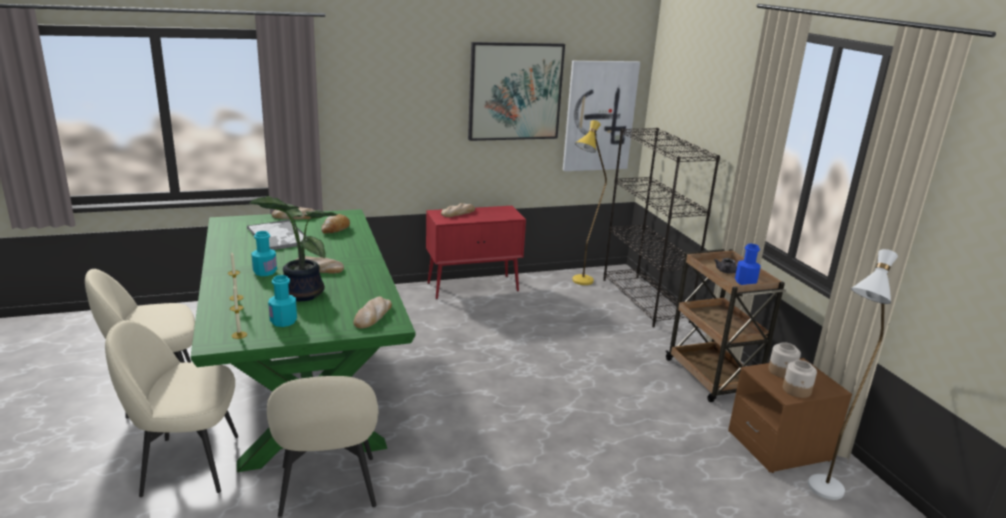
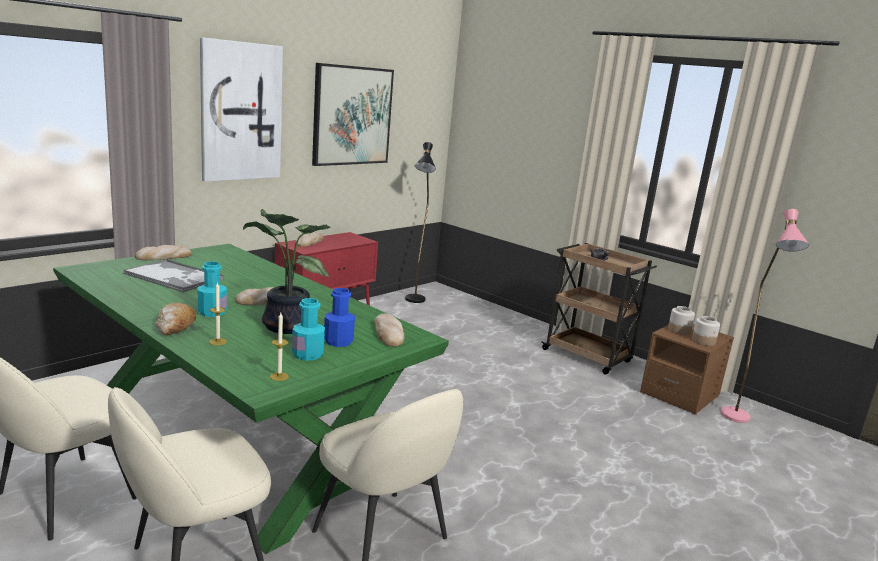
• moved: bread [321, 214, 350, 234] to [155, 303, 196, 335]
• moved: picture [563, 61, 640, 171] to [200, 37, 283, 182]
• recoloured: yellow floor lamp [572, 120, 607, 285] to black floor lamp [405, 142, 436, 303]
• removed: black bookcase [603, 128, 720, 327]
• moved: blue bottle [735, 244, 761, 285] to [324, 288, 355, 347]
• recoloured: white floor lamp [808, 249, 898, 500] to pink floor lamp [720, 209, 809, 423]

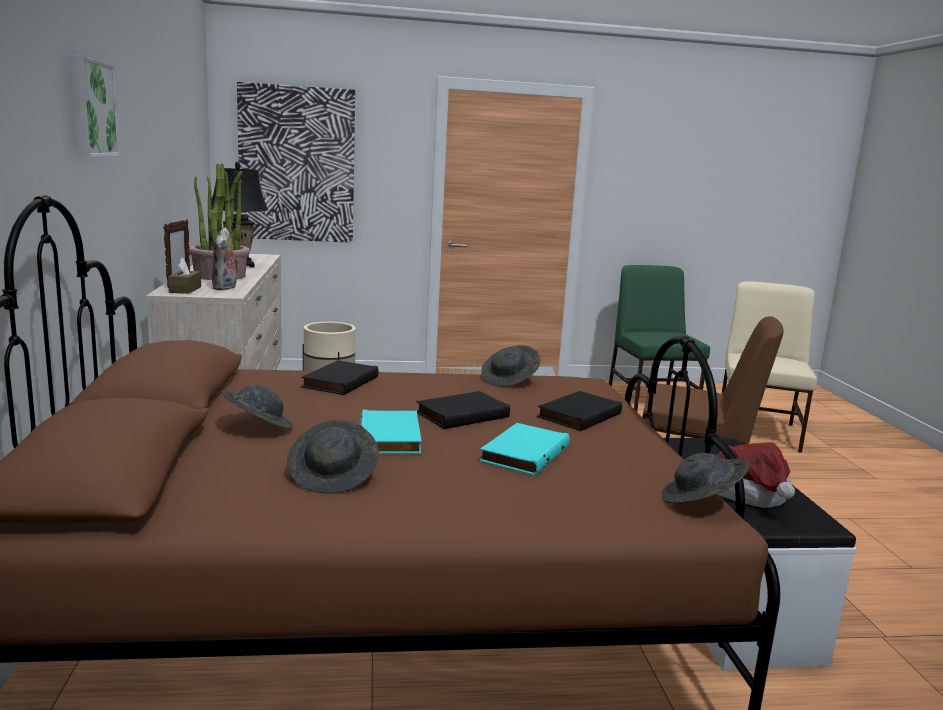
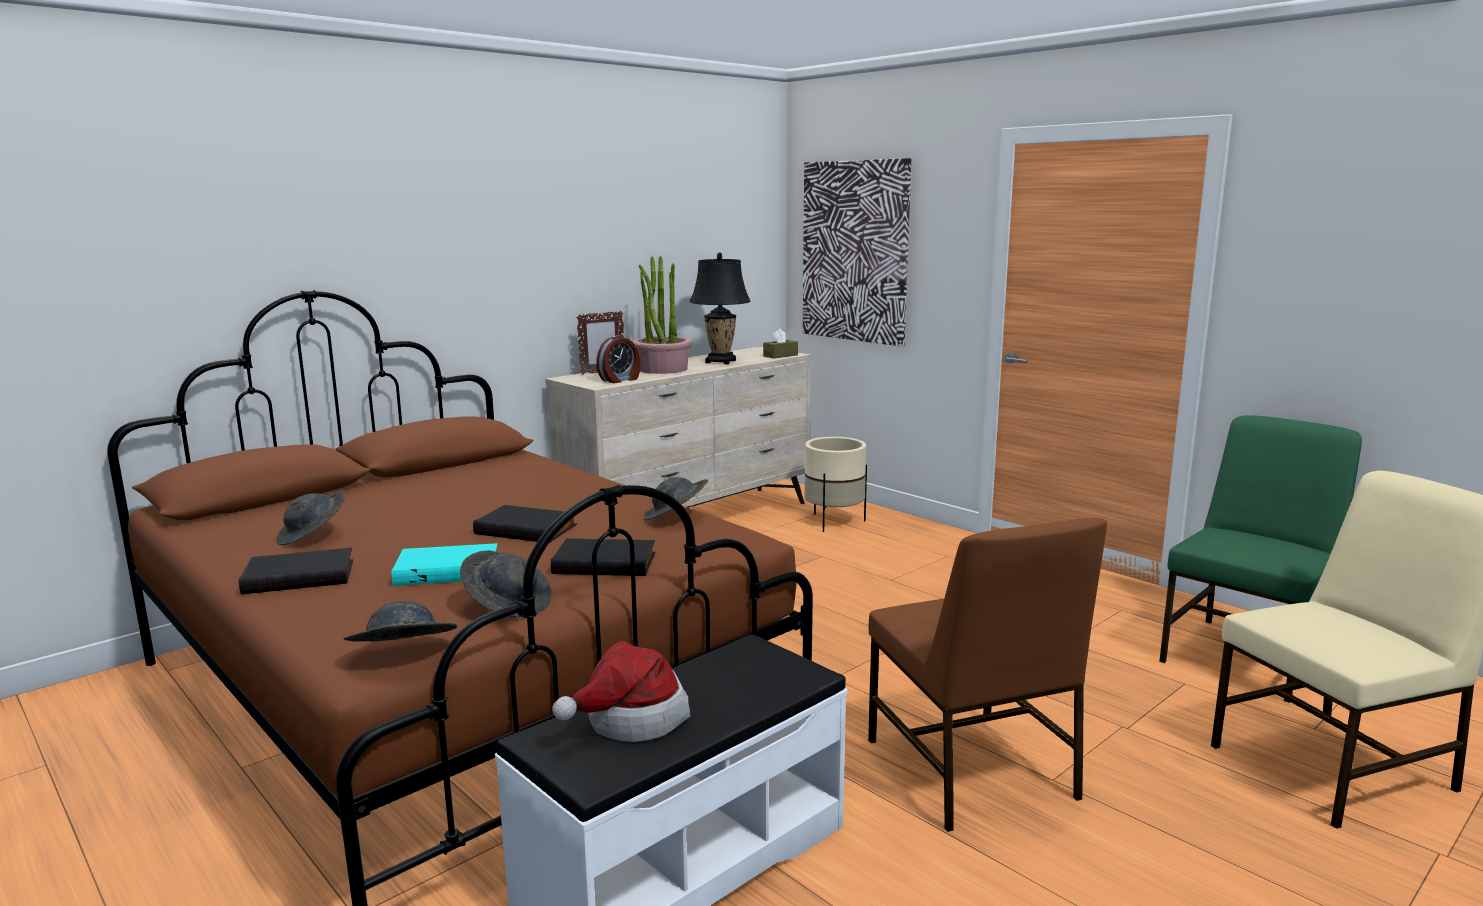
• removed: picture [70, 55, 120, 157]
• moved: brown tissue box [168, 258, 201, 294] to [763, 329, 798, 359]
• replaced: plush toy [212, 228, 240, 290] to alarm clock [596, 335, 640, 383]
• moved: grey hat [222, 385, 294, 429] to [460, 550, 552, 617]
• moved: black book [301, 360, 379, 395] to [239, 547, 353, 594]
• removed: turquoise book [360, 410, 421, 454]

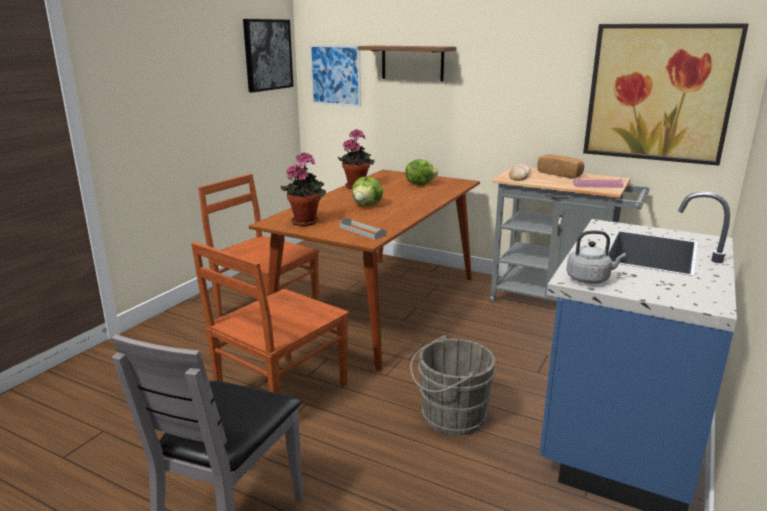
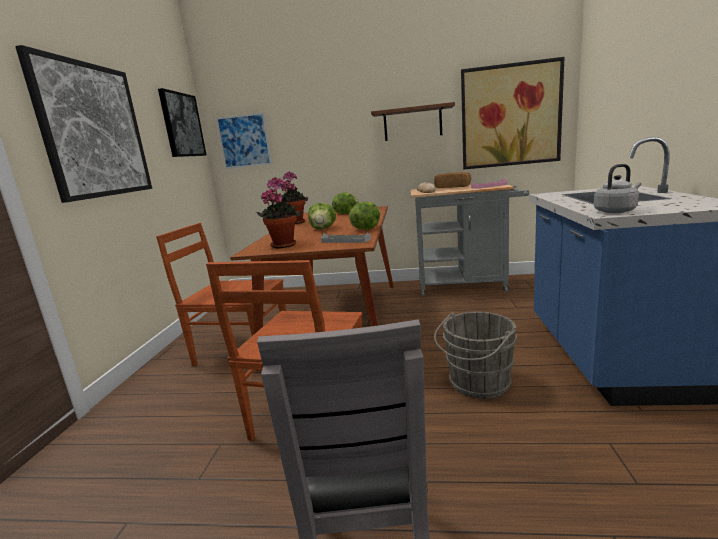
• moved: brown shelf [358, 45, 456, 82] to [371, 102, 455, 141]
• added: picture [15, 45, 152, 203]
• added: lettuce [349, 202, 381, 230]

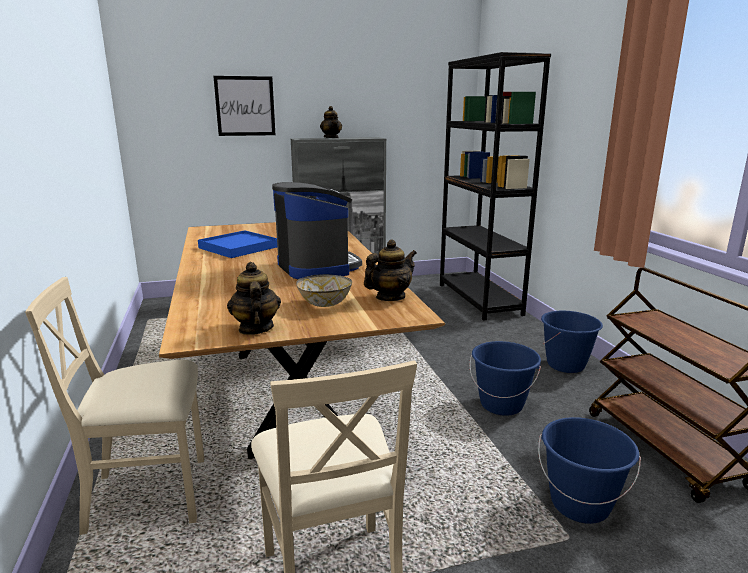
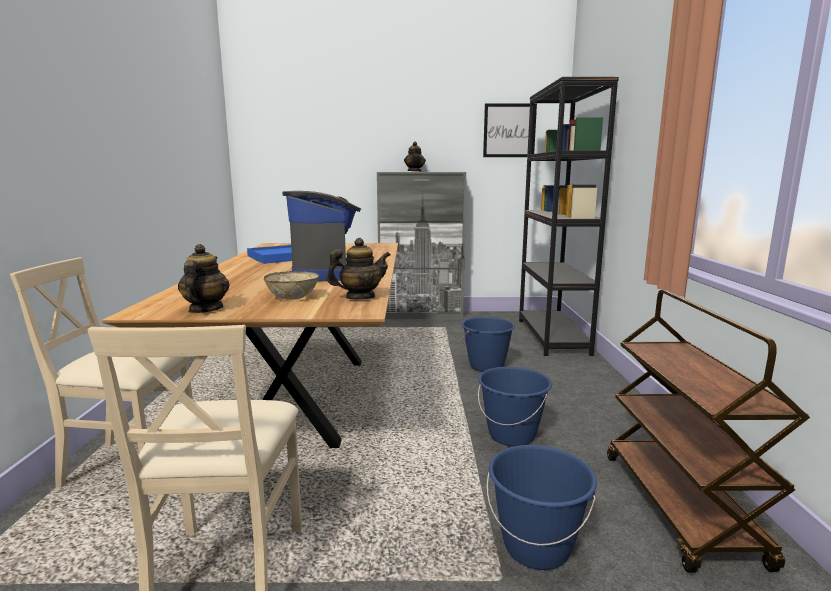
• moved: picture [213, 76, 276, 136] to [483, 103, 537, 157]
• moved: blue bucket [541, 311, 603, 373] to [462, 317, 515, 372]

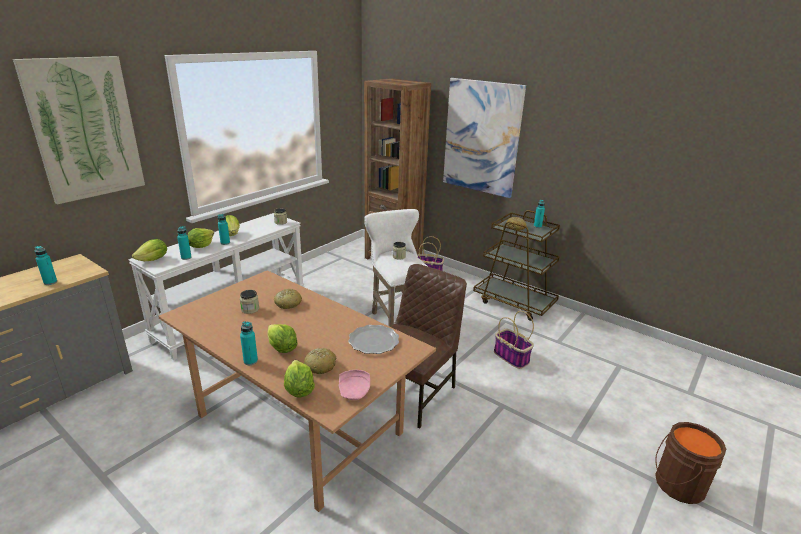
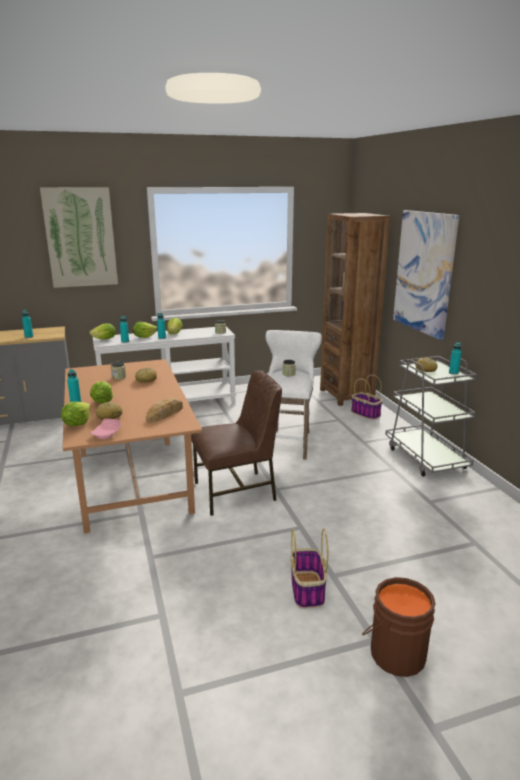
• replaced: plate [348, 325, 399, 354] to bread [146, 398, 183, 423]
• recoloured: brown cart [473, 210, 560, 321] to grey cart [385, 356, 477, 477]
• moved: basket [494, 311, 534, 369] to [290, 528, 328, 609]

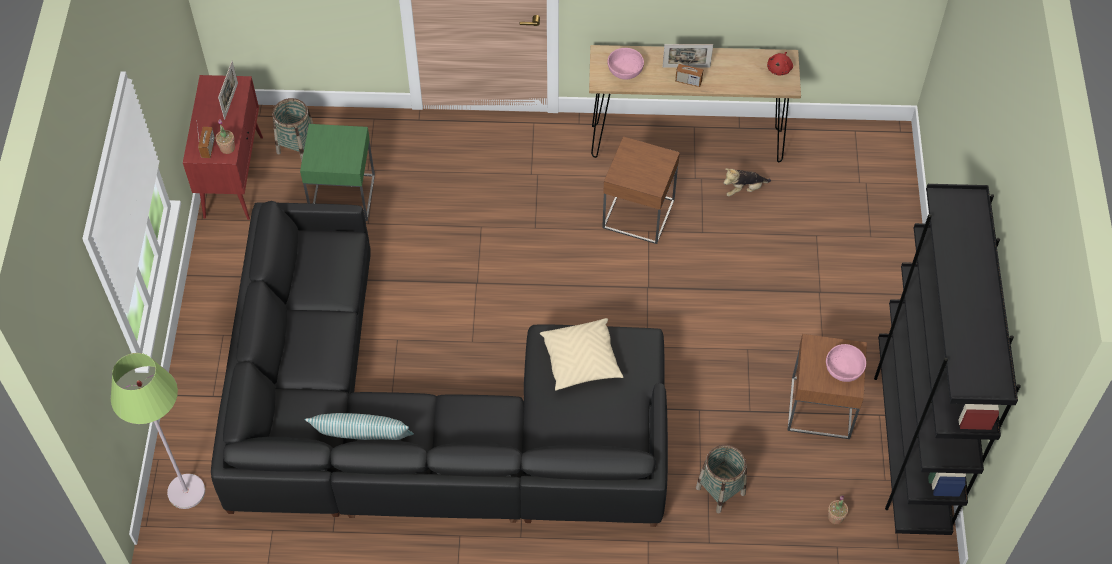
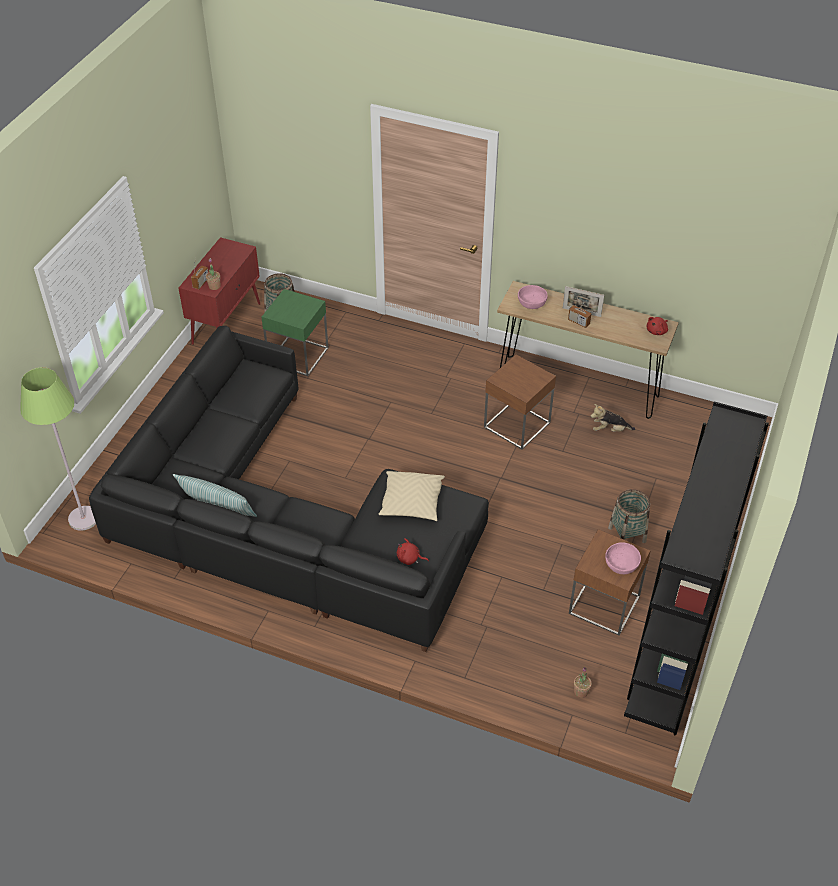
• removed: picture frame [218, 61, 238, 119]
• moved: basket [696, 445, 747, 514] to [608, 489, 650, 543]
• added: red plush toy [397, 538, 429, 565]

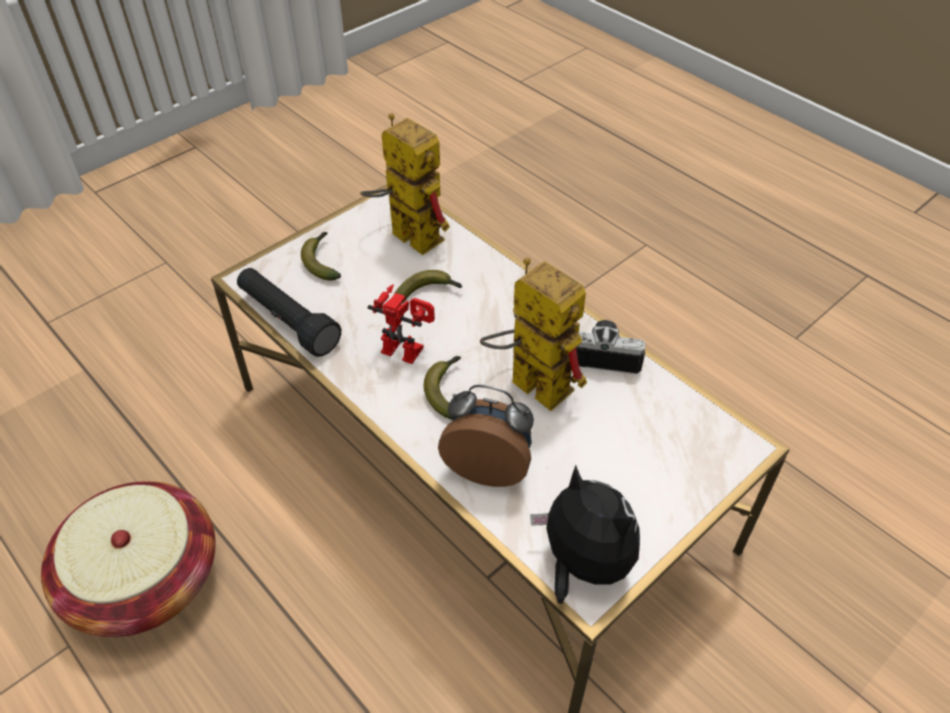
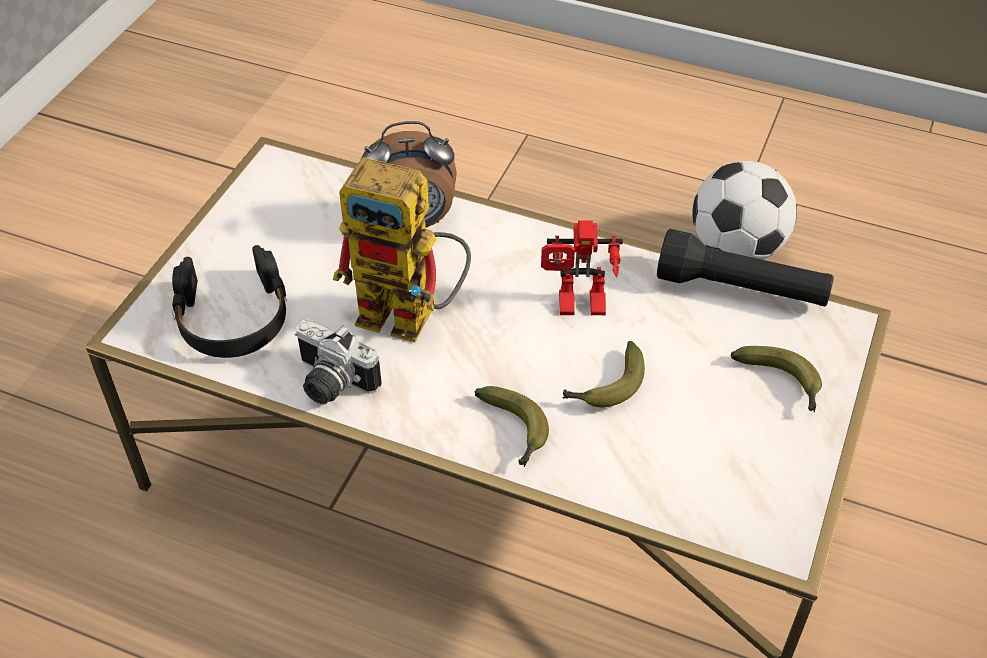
• replaced: basket [41, 481, 216, 637] to football [692, 161, 797, 260]
• removed: toy robot [360, 113, 450, 255]
• moved: banana [424, 356, 461, 420] to [474, 386, 549, 467]
• removed: plush toy [530, 465, 640, 604]
• turned: photo camera [576, 320, 645, 374] = [295, 319, 382, 404] 45 degrees clockwise
• added: black headphones [172, 245, 287, 358]

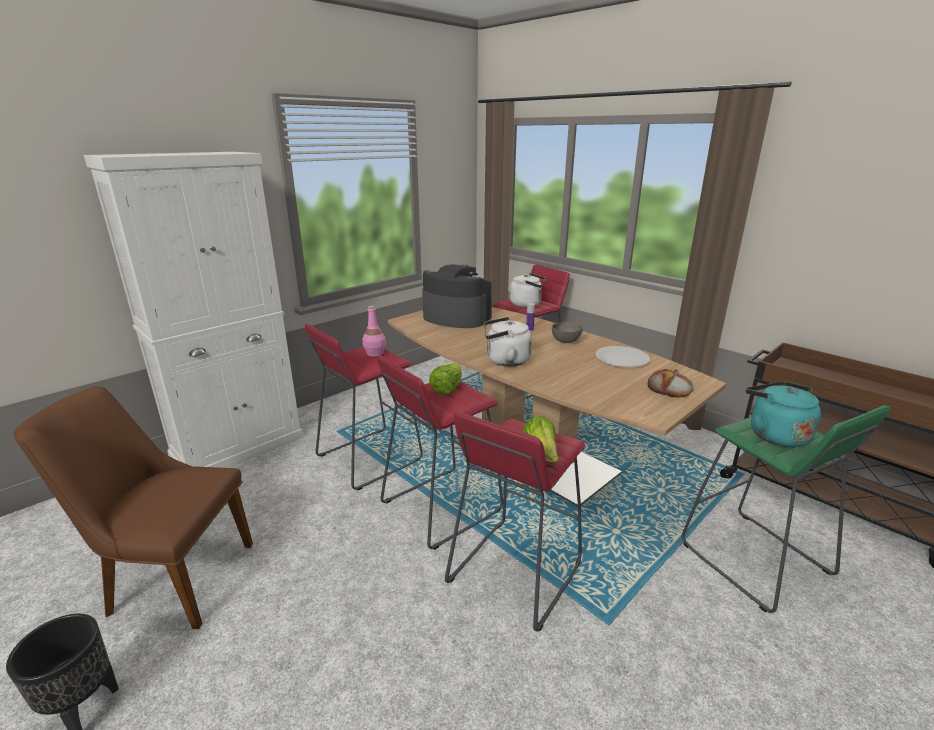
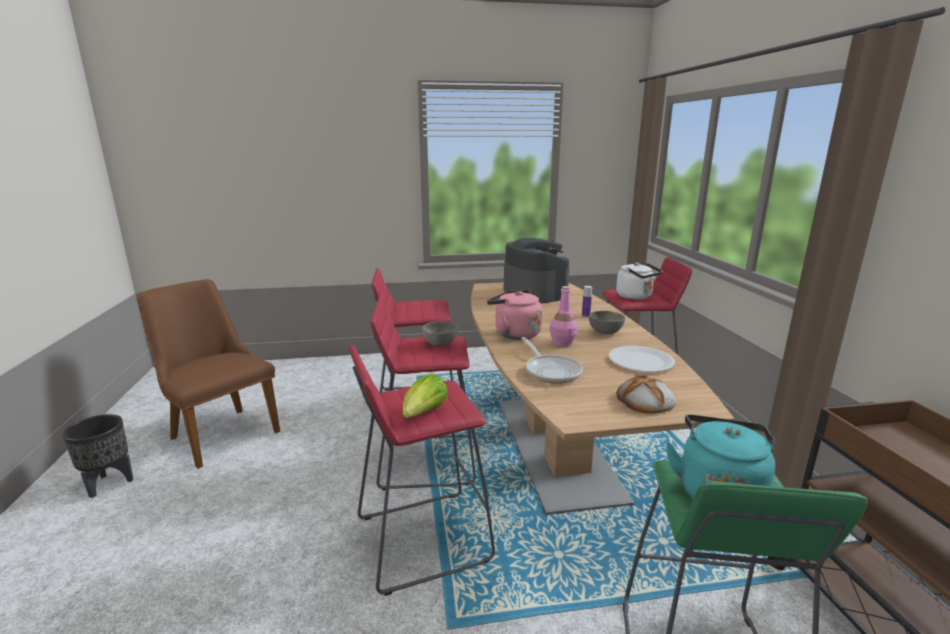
• removed: white cabinet [84, 152, 303, 468]
• moved: pink bottle [362, 306, 386, 357] to [549, 286, 578, 347]
• replaced: lettuce [429, 363, 462, 394] to grey bowl [422, 321, 458, 346]
• recoloured: white kettle [484, 317, 532, 367] to pink kettle [487, 289, 542, 340]
• added: frying pan [521, 337, 583, 384]

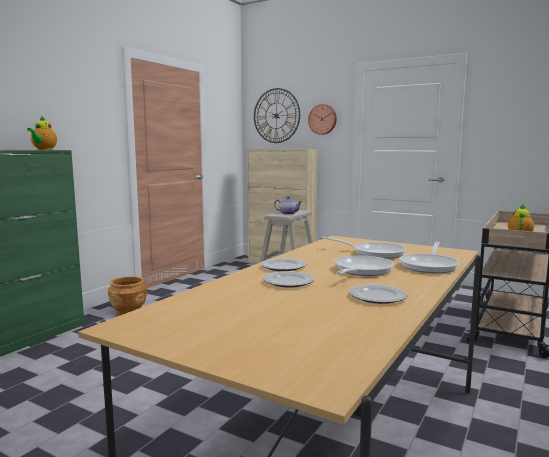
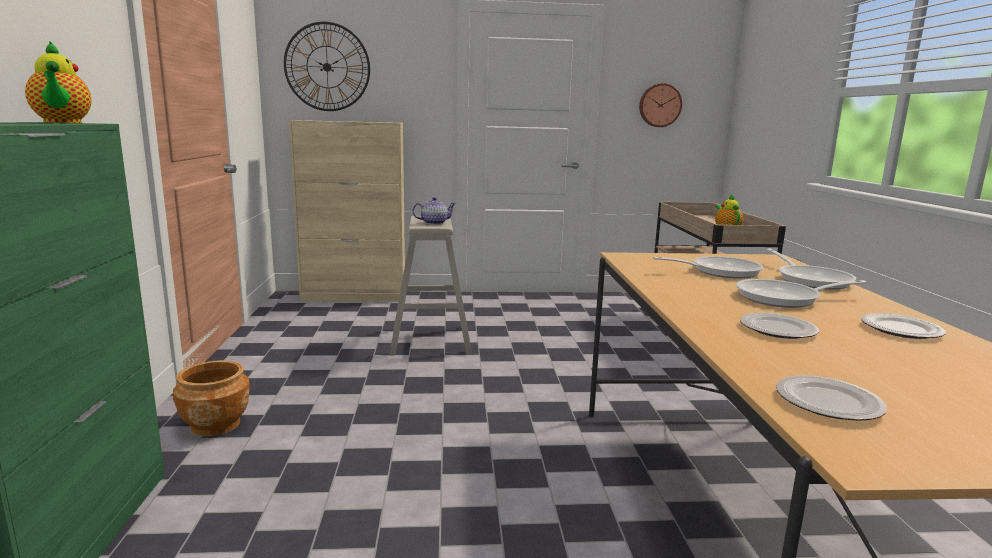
• moved: plate [261, 258, 306, 271] to [776, 375, 887, 421]
• moved: wall clock [308, 104, 337, 135] to [639, 83, 682, 127]
• turned: frying pan [335, 256, 395, 276] = [736, 279, 867, 308] 90 degrees counterclockwise

